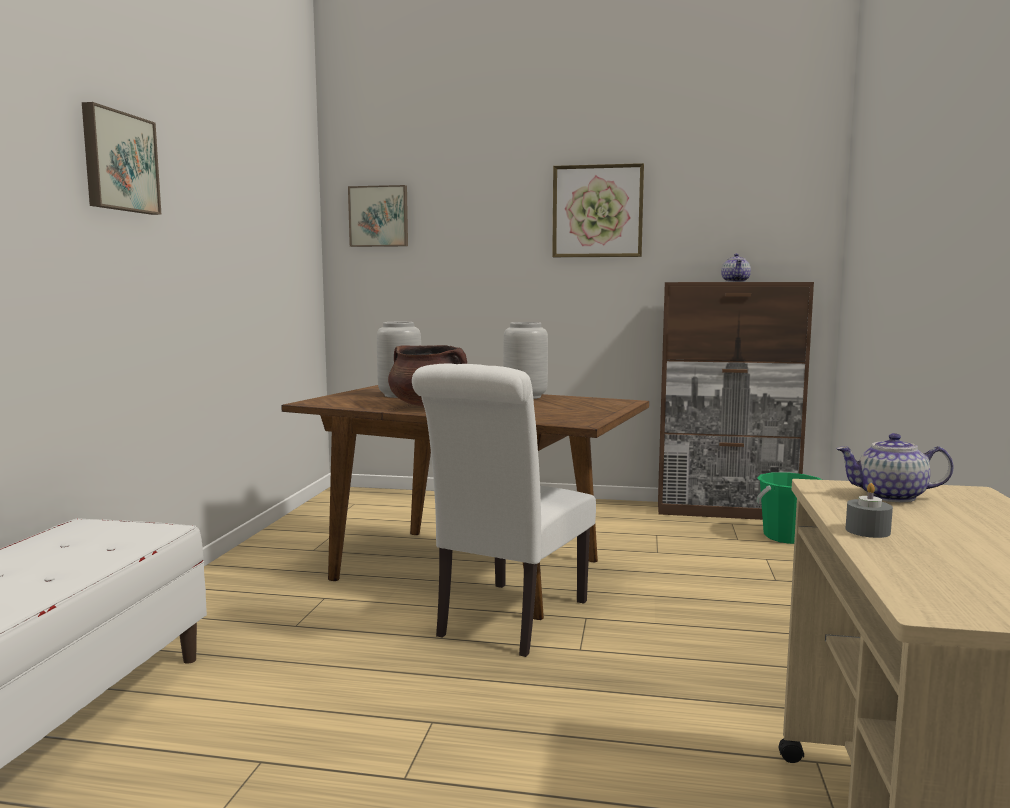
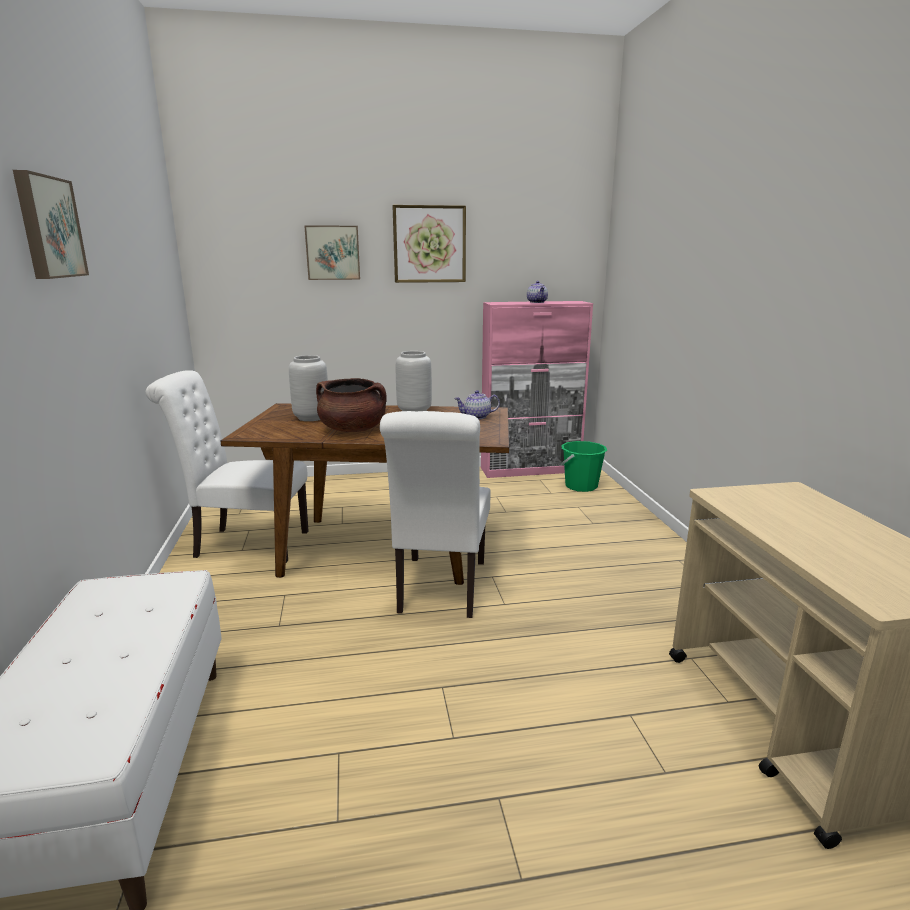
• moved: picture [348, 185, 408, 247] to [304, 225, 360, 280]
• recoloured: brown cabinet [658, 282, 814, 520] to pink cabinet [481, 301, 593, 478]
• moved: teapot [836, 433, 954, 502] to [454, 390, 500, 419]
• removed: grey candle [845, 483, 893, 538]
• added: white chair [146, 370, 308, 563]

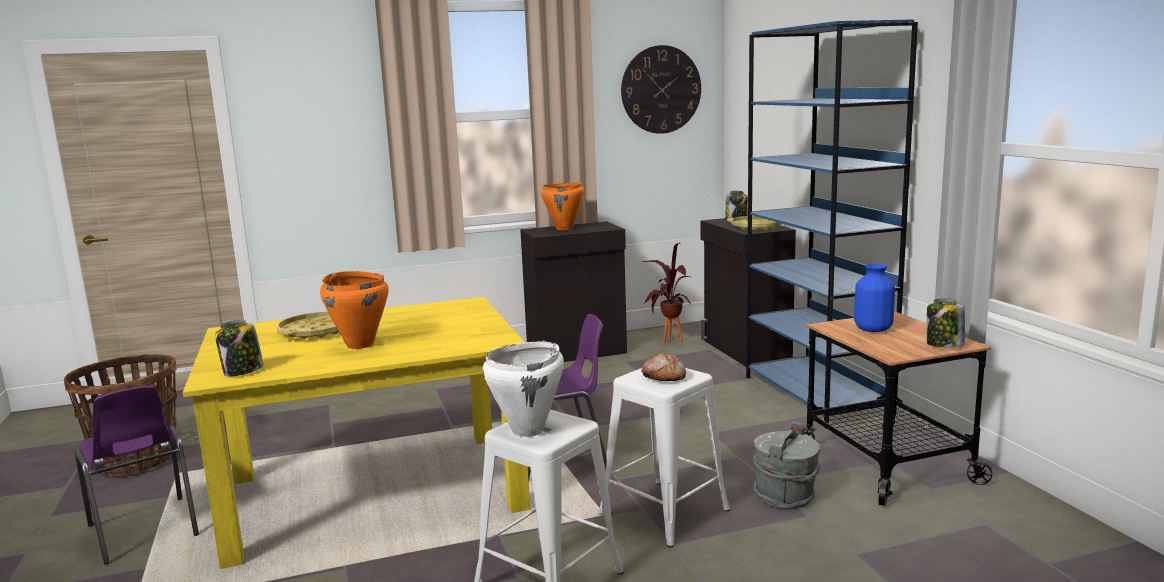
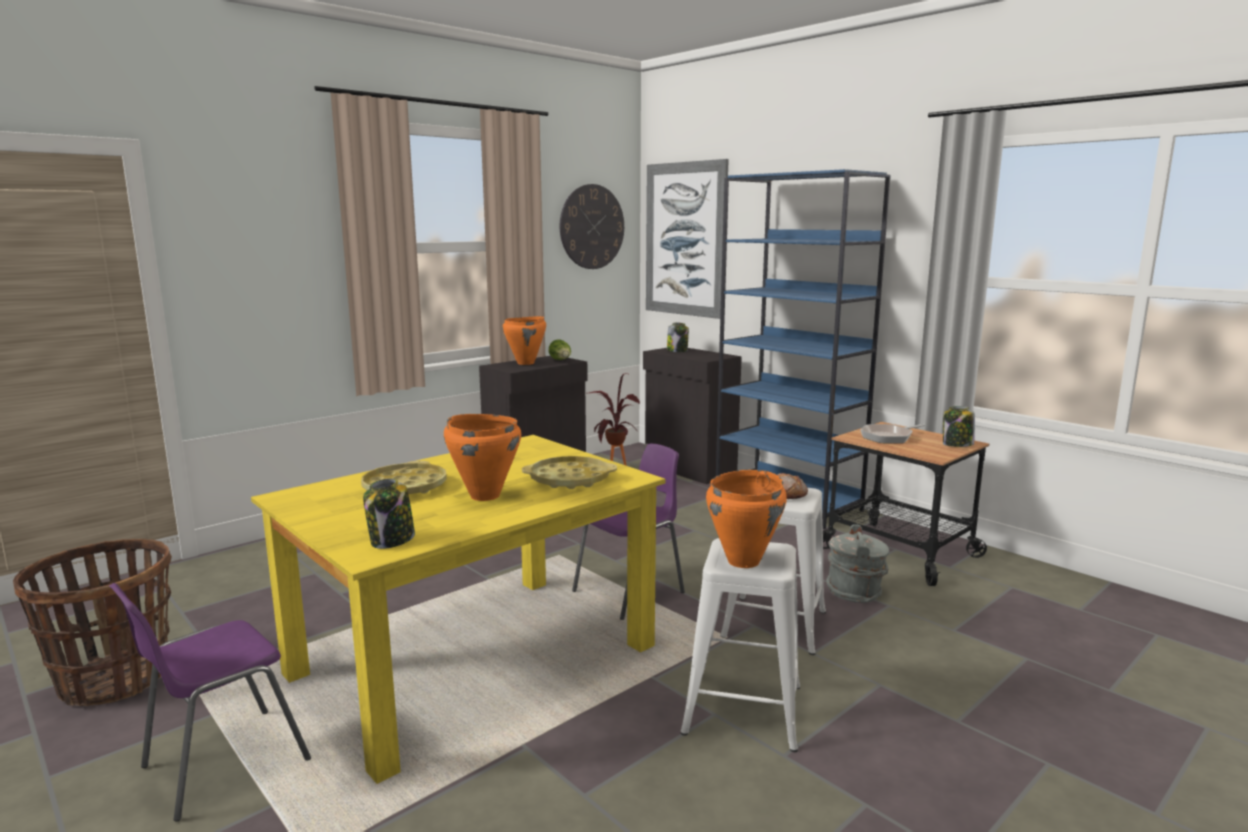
• turned: purple chair [74, 385, 199, 564] = [109, 583, 311, 822] 105 degrees clockwise
• recoloured: white cooking pot [483, 341, 564, 437] to orange cooking pot [706, 470, 787, 568]
• moved: yellow tray [727, 216, 782, 231] to [522, 456, 617, 489]
• replaced: blue vase [854, 264, 895, 332] to frying pan [860, 424, 925, 444]
• added: lettuce [549, 339, 571, 360]
• added: picture [646, 159, 729, 319]

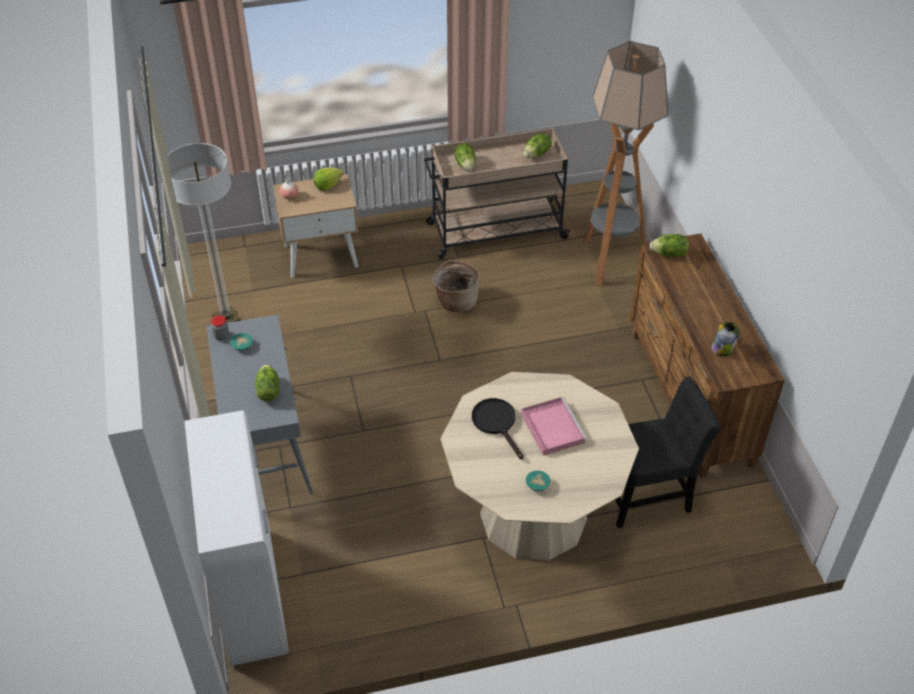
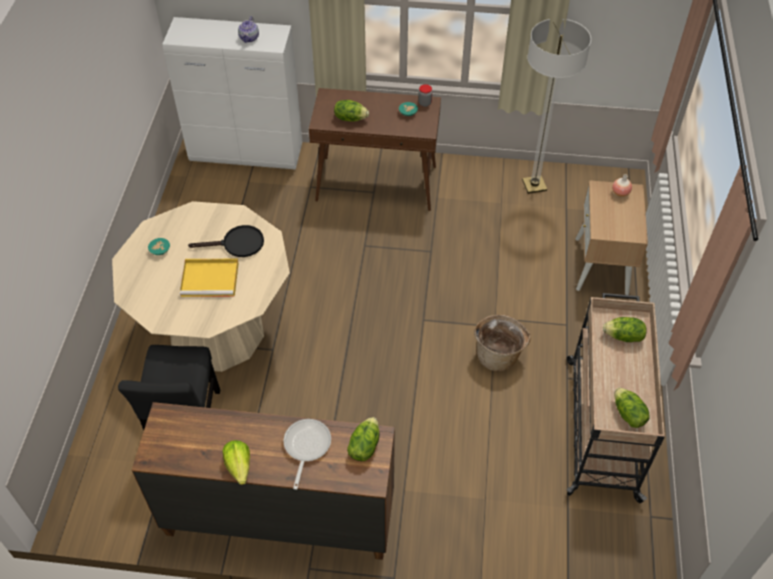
• recoloured: grey console table [206, 315, 313, 495] to brown console table [309, 88, 441, 211]
• moved: lettuce [313, 167, 344, 191] to [223, 440, 250, 485]
• recoloured: pink tray [521, 397, 587, 455] to yellow tray [180, 259, 239, 297]
• removed: floor lamp [584, 41, 668, 285]
• removed: jar [712, 322, 740, 356]
• added: teapot [238, 16, 259, 43]
• added: frying pan [284, 419, 331, 490]

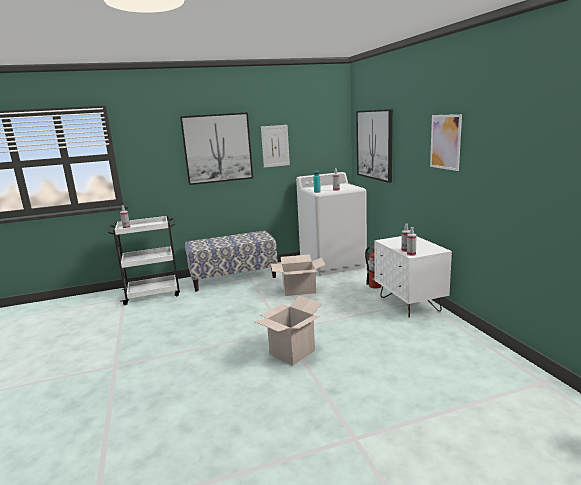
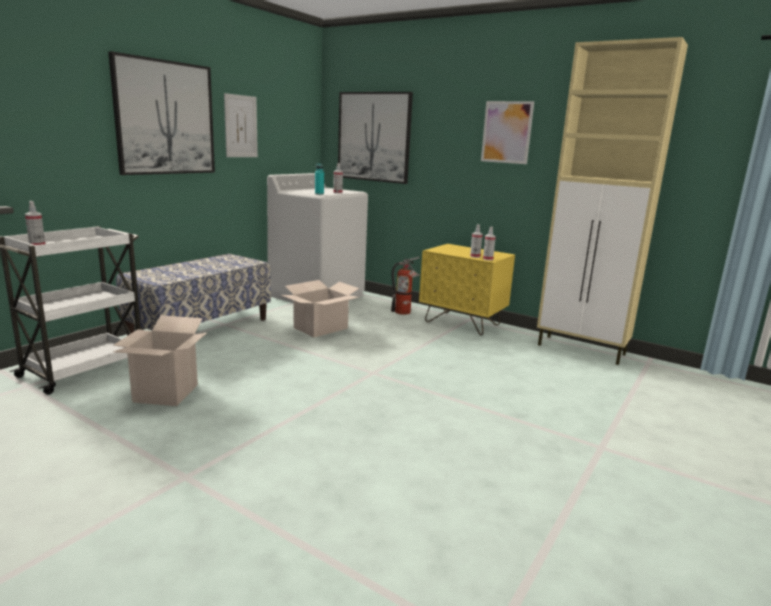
• moved: cardboard box [254, 296, 323, 366] to [113, 315, 207, 406]
• recoloured: white nightstand [375, 236, 452, 318] to yellow nightstand [419, 244, 515, 336]
• added: beige cabinet [537, 37, 688, 365]

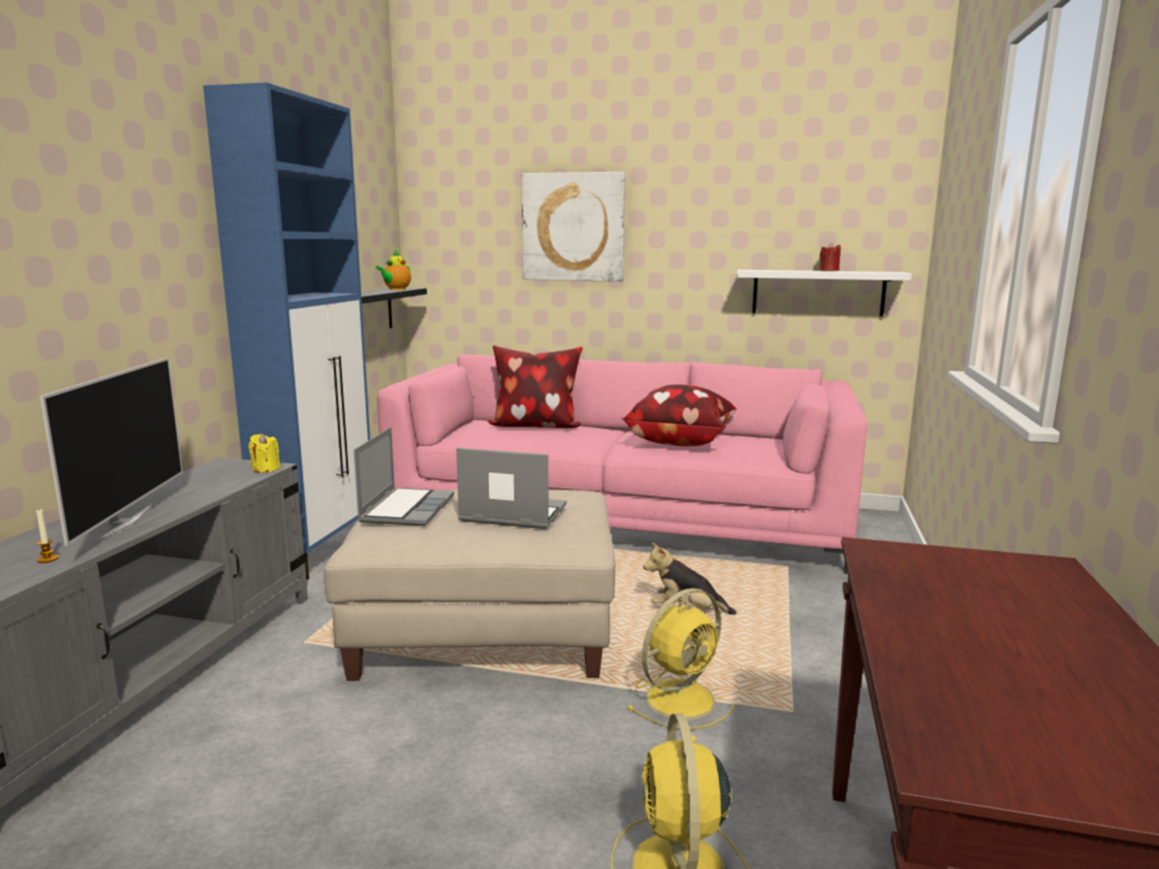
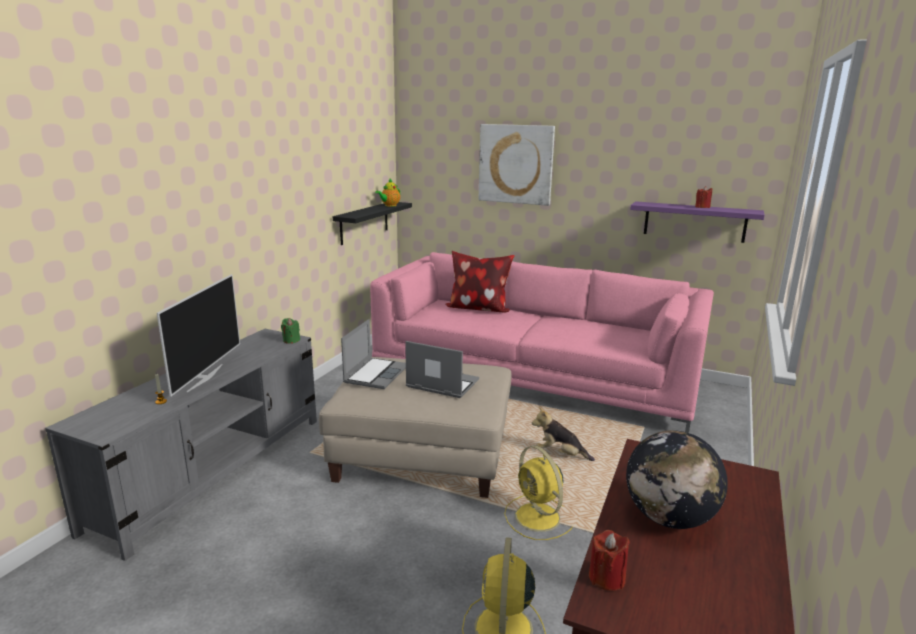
• removed: blue cabinet [203, 82, 370, 580]
• recoloured: yellow candle [249, 433, 280, 473] to green candle [281, 318, 300, 344]
• removed: pillow [621, 385, 737, 446]
• turned: yellow fan [627, 588, 734, 730] = [504, 446, 573, 540] 90 degrees clockwise
• recoloured: white shelf [736, 270, 912, 316] to purple shelf [630, 201, 765, 243]
• added: red candle [589, 530, 630, 591]
• added: globe [626, 430, 728, 529]

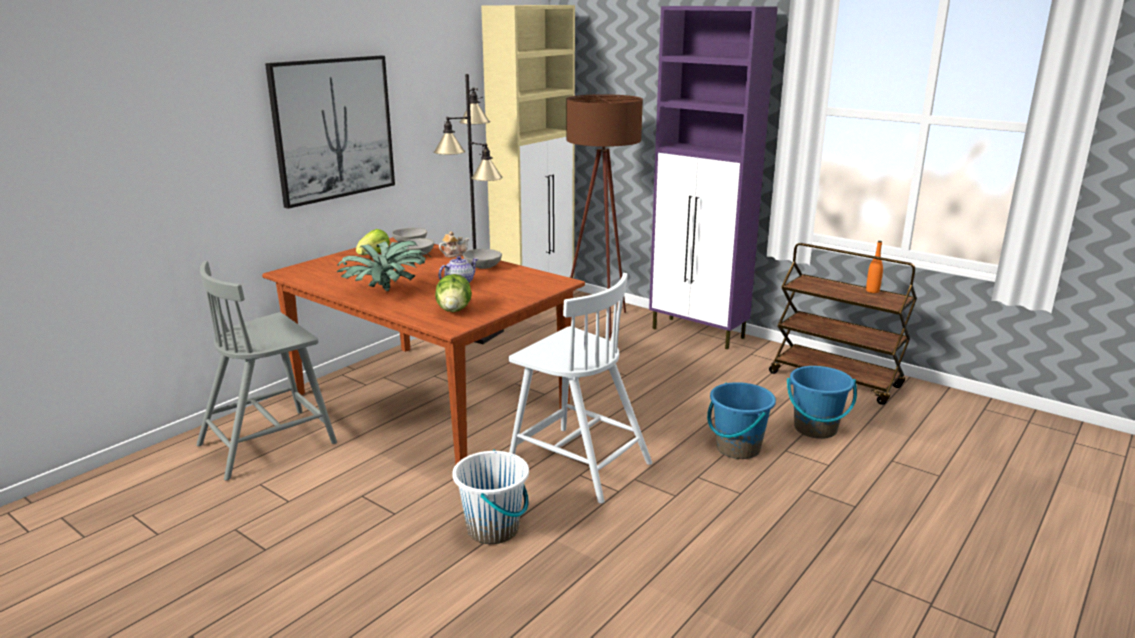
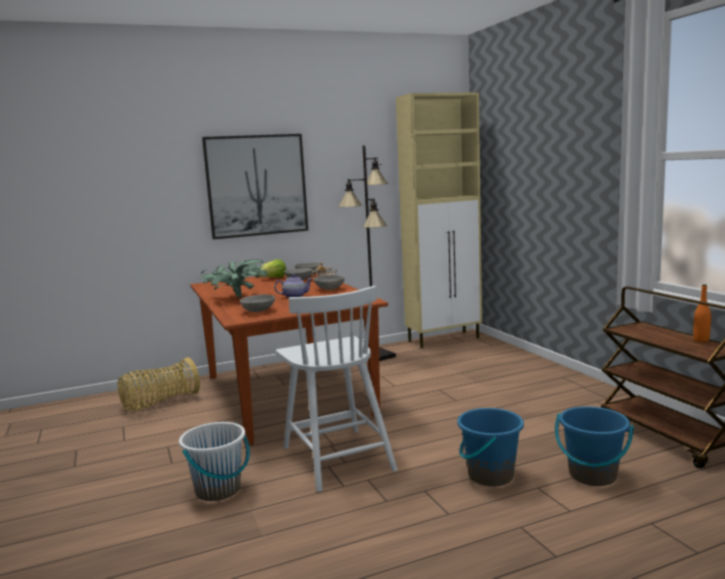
• replaced: grey chair [196, 261, 337, 481] to basket [117, 357, 200, 411]
• replaced: lettuce [435, 274, 472, 312] to grey bowl [240, 294, 275, 312]
• removed: brown floor lamp [567, 94, 643, 338]
• removed: purple cabinet [649, 6, 778, 349]

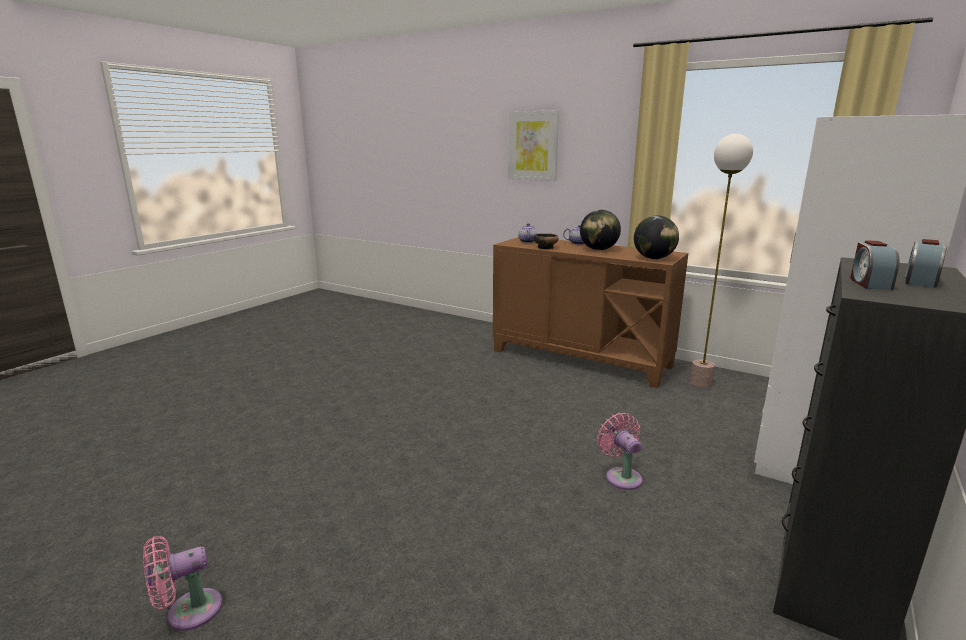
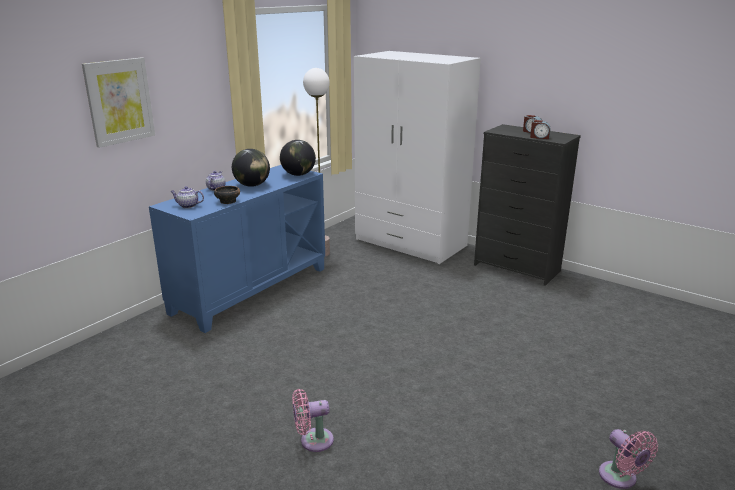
• recoloured: brown cabinet [493, 237, 688, 388] to blue cabinet [149, 165, 325, 333]
• moved: pink fan [597, 413, 643, 490] to [292, 389, 334, 452]

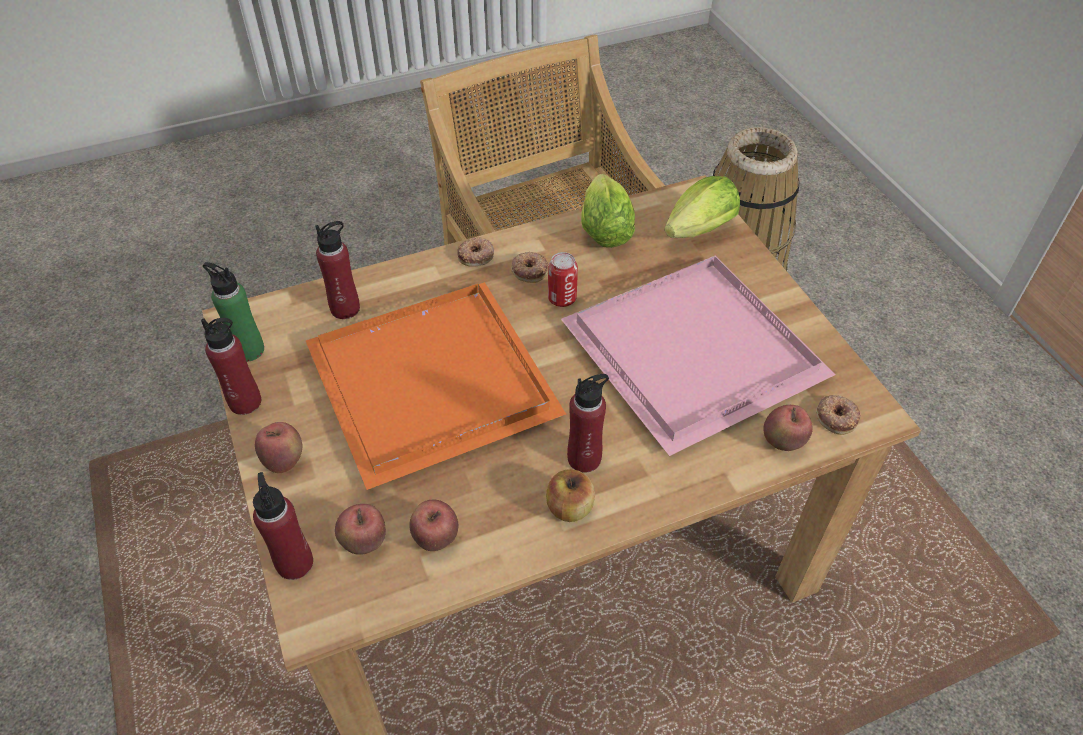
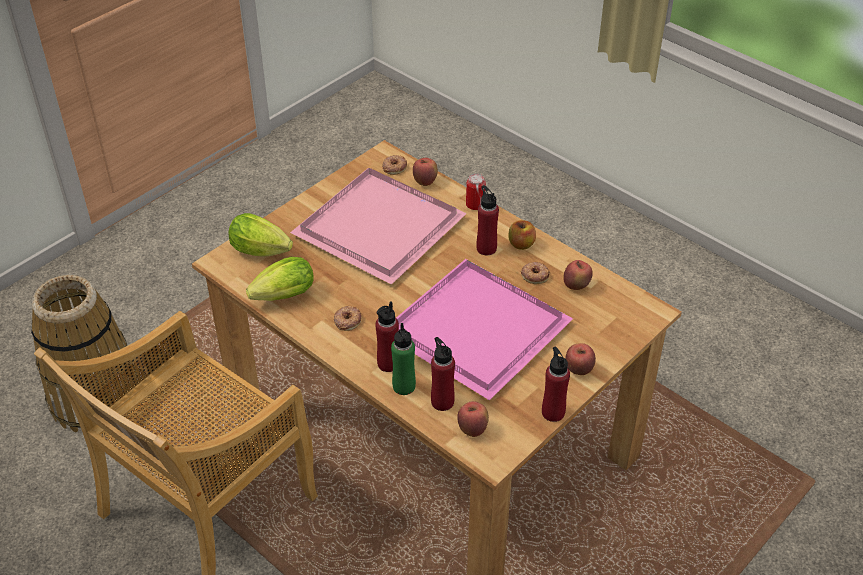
• moved: green bottle [203, 262, 264, 362] to [391, 323, 416, 395]
• moved: red bottle [253, 472, 313, 580] to [375, 302, 399, 372]
• recoloured: orange tray [306, 282, 566, 490] to pink tray [396, 259, 573, 401]
• moved: apple [335, 504, 386, 555] to [457, 401, 489, 437]
• moved: donut [457, 237, 494, 267] to [521, 262, 550, 284]
• moved: can [548, 252, 578, 307] to [466, 173, 486, 210]

